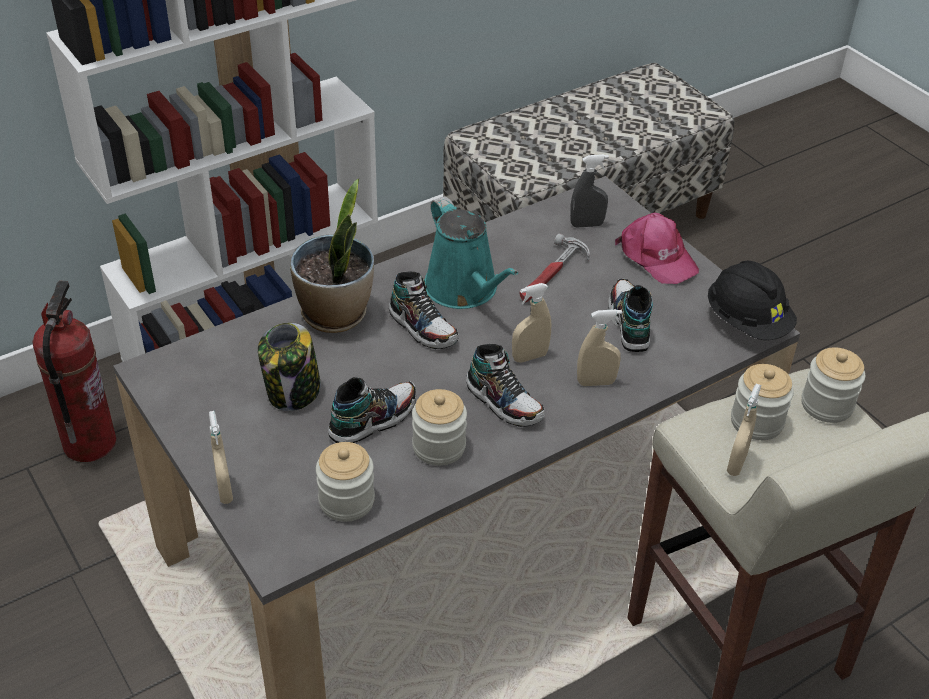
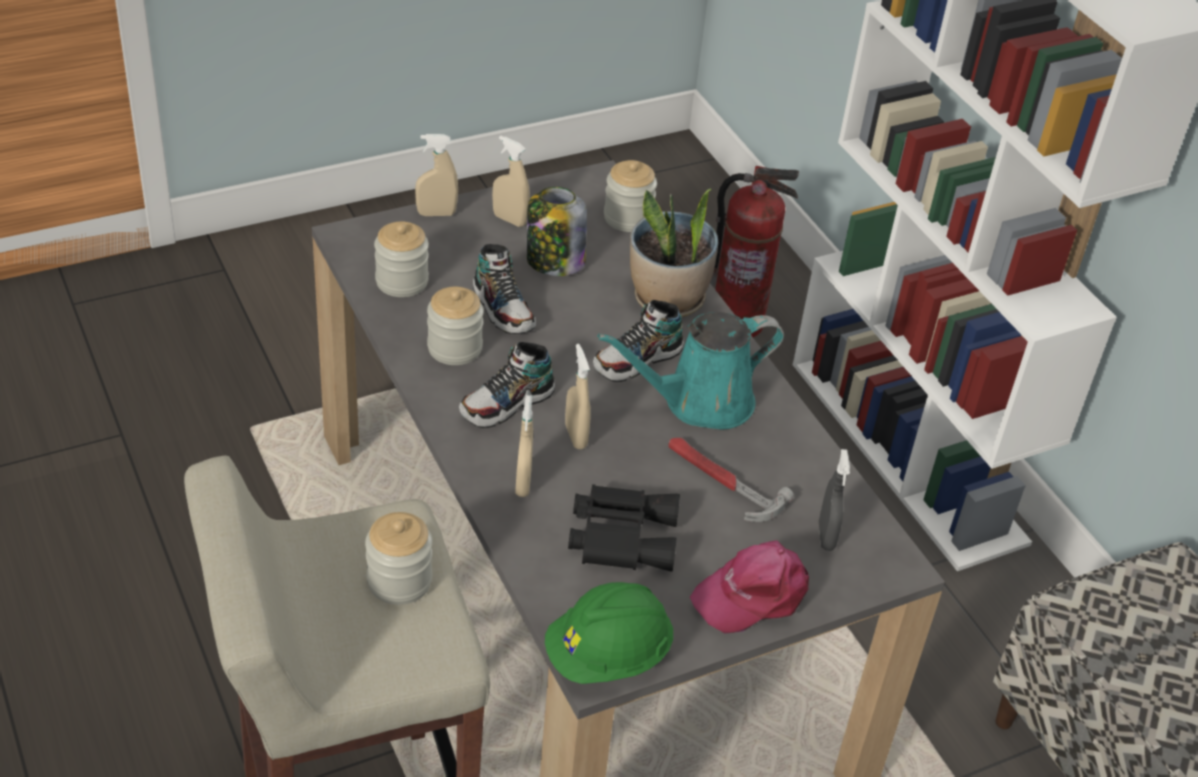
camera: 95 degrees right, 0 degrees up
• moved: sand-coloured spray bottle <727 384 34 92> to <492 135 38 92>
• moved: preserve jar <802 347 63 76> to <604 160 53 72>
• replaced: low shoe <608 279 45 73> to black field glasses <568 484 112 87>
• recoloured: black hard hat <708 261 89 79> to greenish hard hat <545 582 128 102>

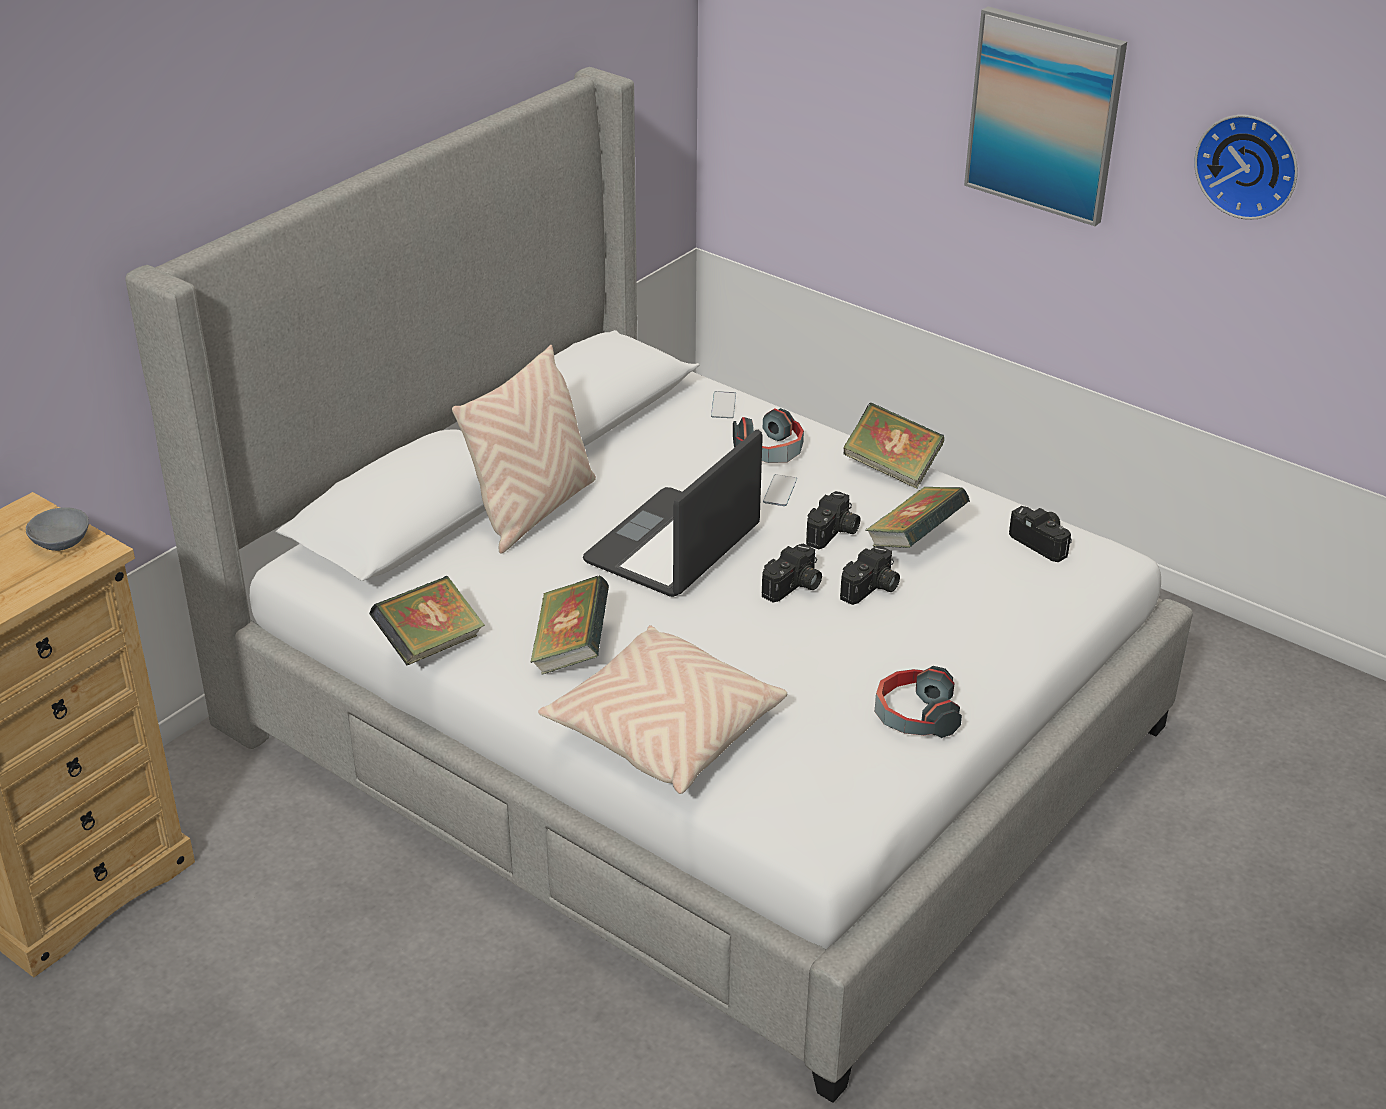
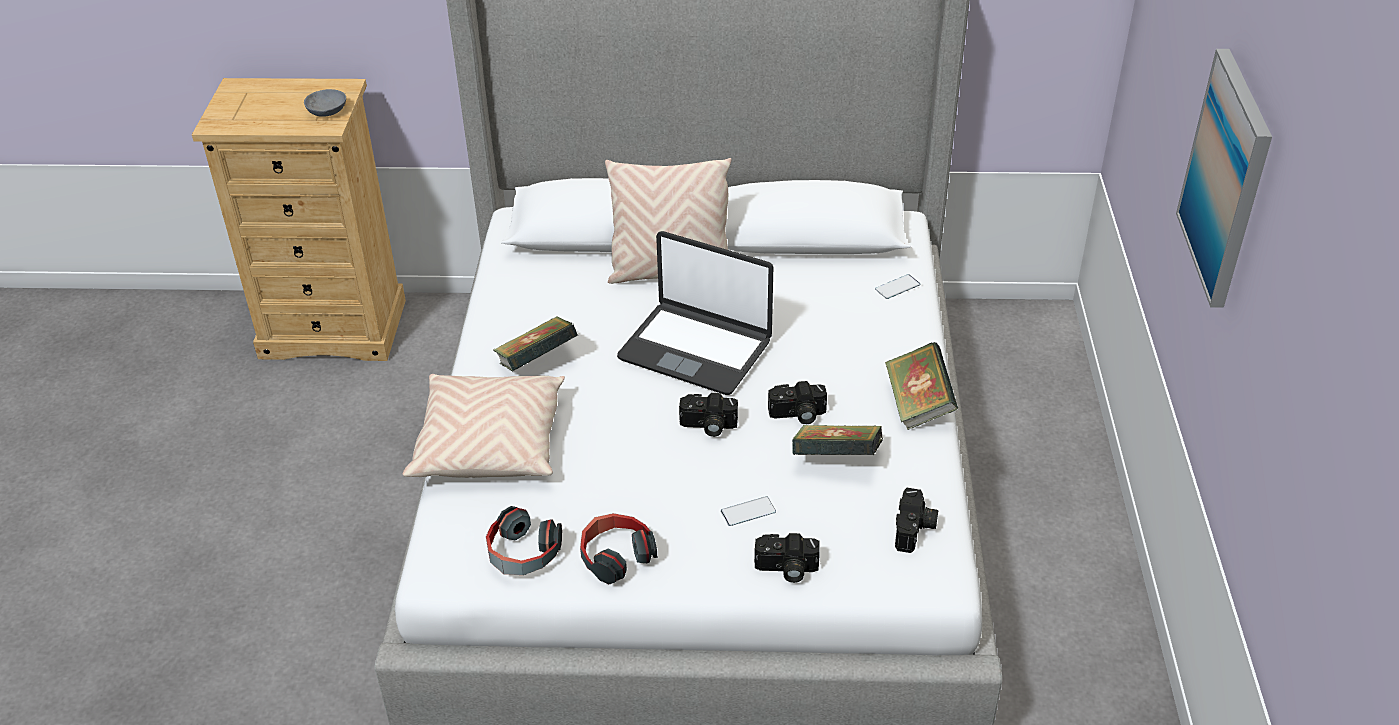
camera: 55 degrees right, 5 degrees up
• removed: volume <369 576 116 89>
• removed: wall clock <1194 115 104 105>
• moved: pair of headphones <733 408 71 55> to <486 506 76 69>
• moved: telephone <763 474 34 32> to <721 496 55 30>
• moved: still camera <840 545 60 60> to <754 533 66 50>
• turned: portable computer <583 430 180 167> = <617 231 156 164> 150 degrees counterclockwise

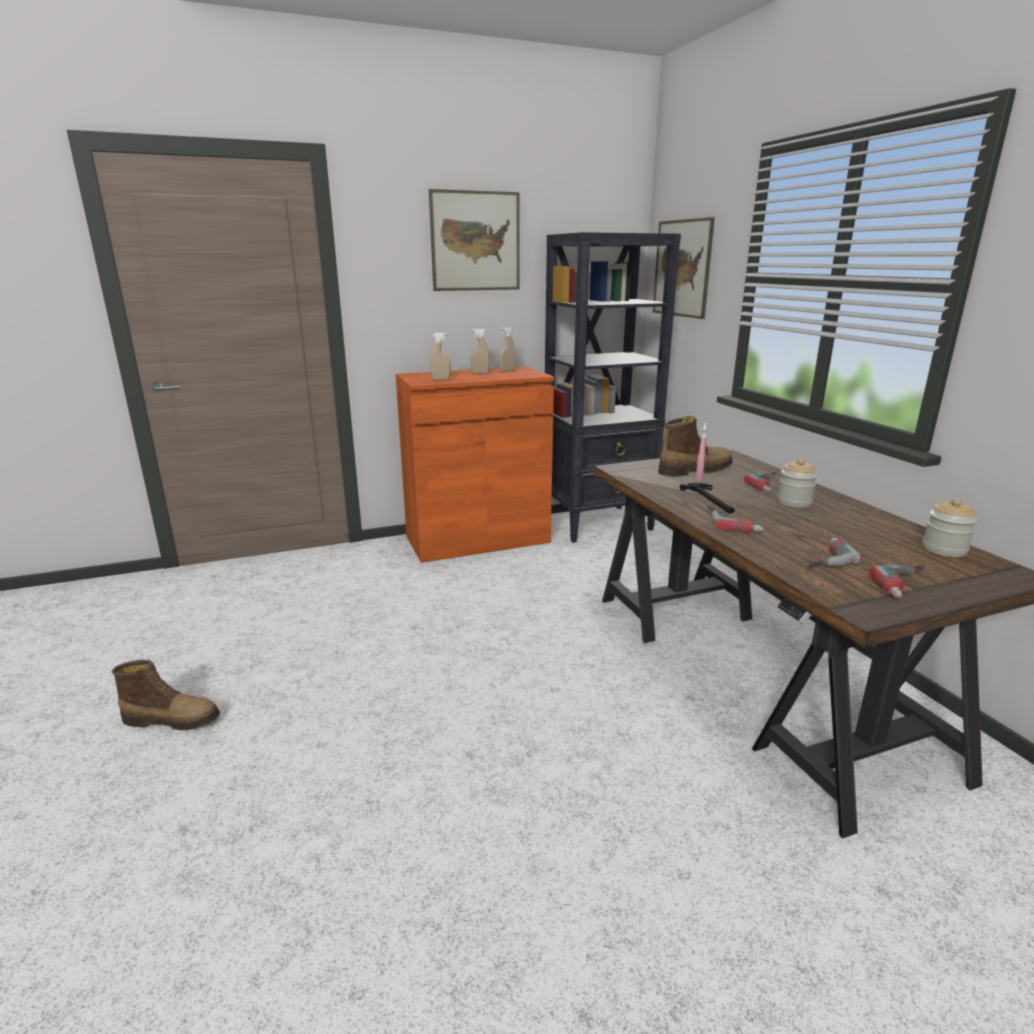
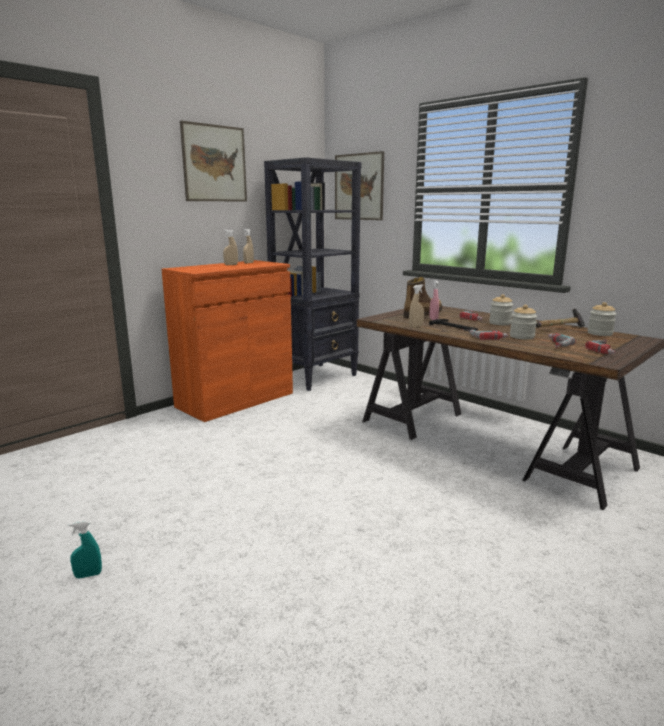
camera: 25 degrees left, 5 degrees down
• added: preserve jar <510 305 27 34>
• added: hand hammer <536 308 49 20>
• moved: sand-coloured spray bottle <430 332 21 48> to <409 284 15 44>
• replaced: tall boot <112 659 108 71> to blue-green spray bottle <69 521 33 58>

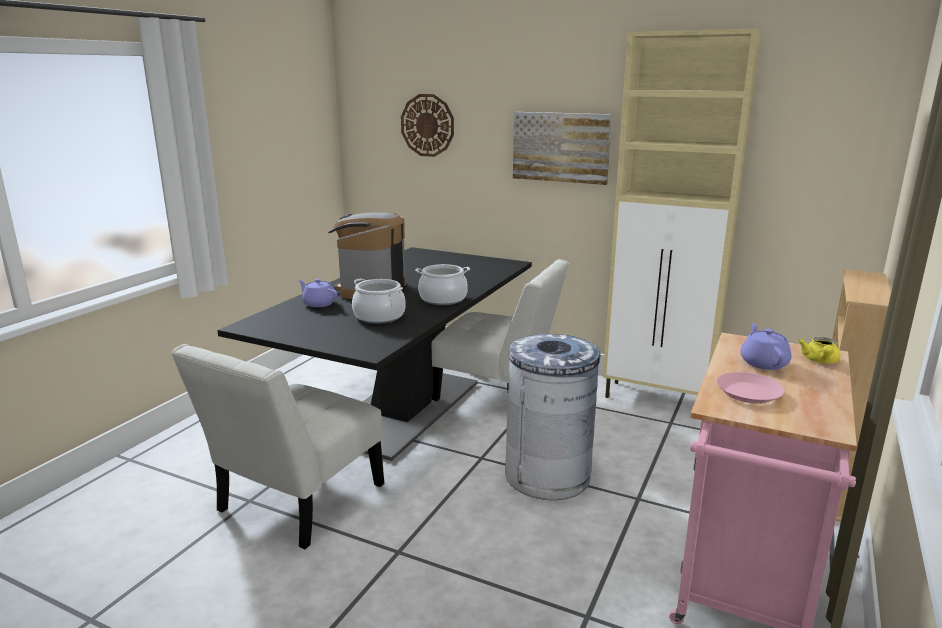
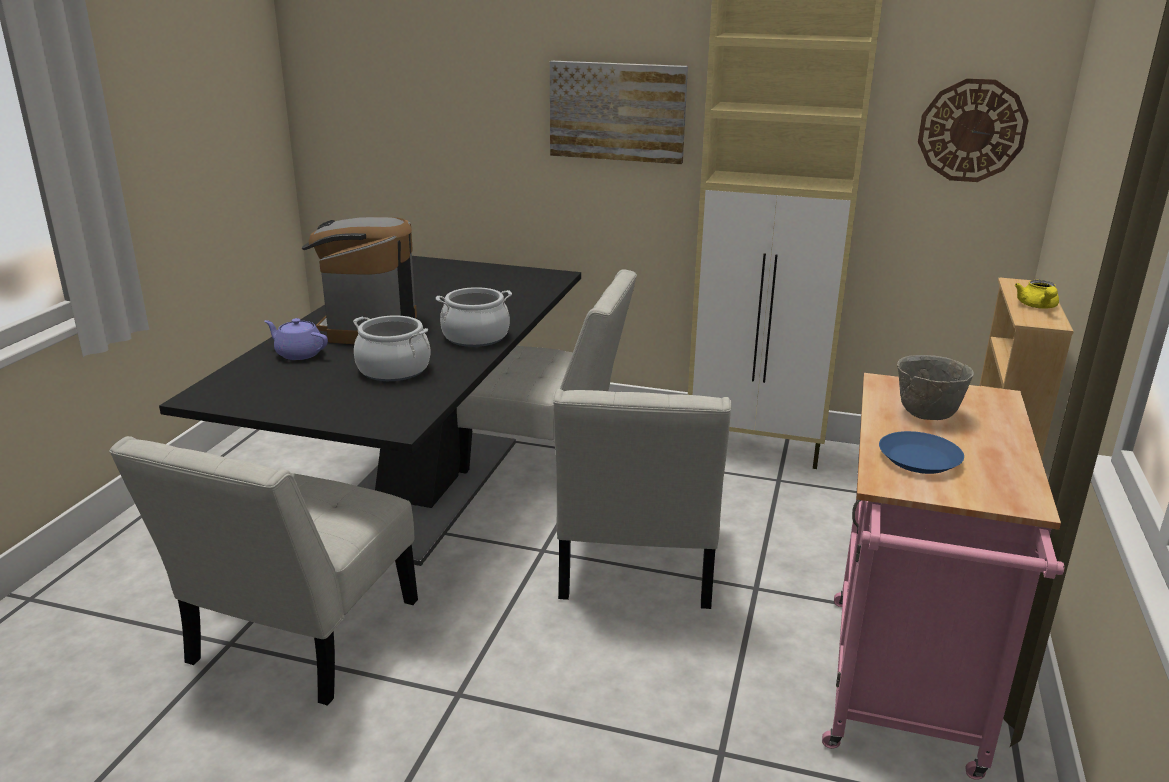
camera: 10 degrees left, 5 degrees up
• moved: wall clock <401 94 53 63> to <918 78 111 104>
• moved: yellowish teapot <798 337 42 27> to <1015 280 44 29>
• replaced: greyish waste bin <505 334 95 166> to whitish chair <553 389 179 220>
• replaced: purple-coloured teapot <740 323 51 47> to greyish bowl <897 355 77 65>
• recoloured: pinkish dinner plate <716 372 69 32> to blue-coloured dinner plate <879 431 85 43>

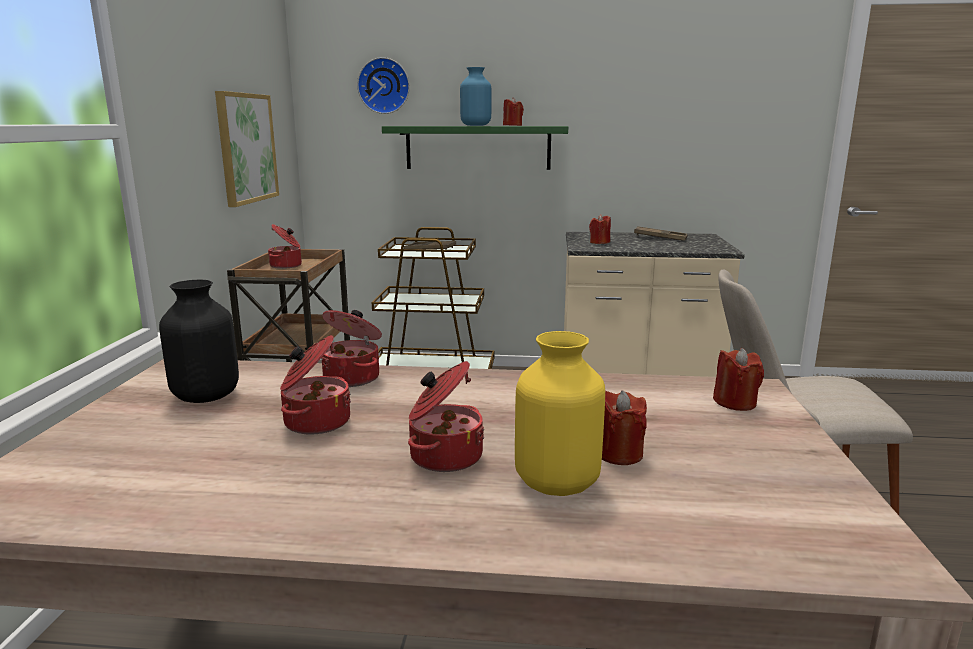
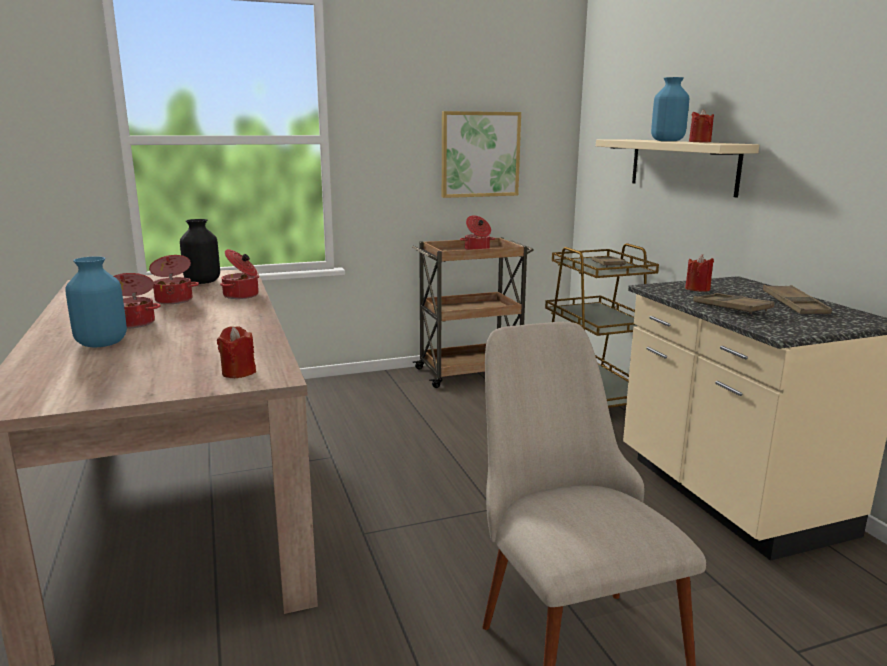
camera: 65 degrees right, 0 degrees up
• removed: wall clock <357 57 53 57>
• removed: reddish wax light <602 390 45 75>
• added: brown-coloured tray <693 293 81 21>
• recoloured: greenish bracket shelf <382 126 186 44> to sand-coloured bracket shelf <596 139 163 59>
• recoloured: yellowish vase <515 331 90 165> to blue-coloured vase <65 256 62 91>

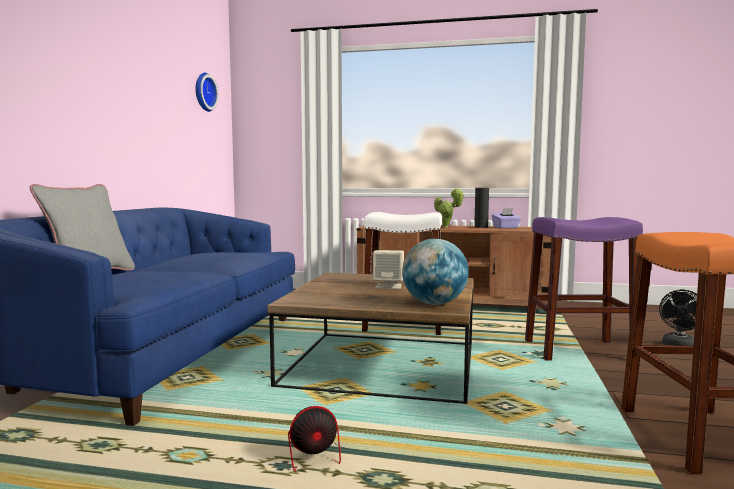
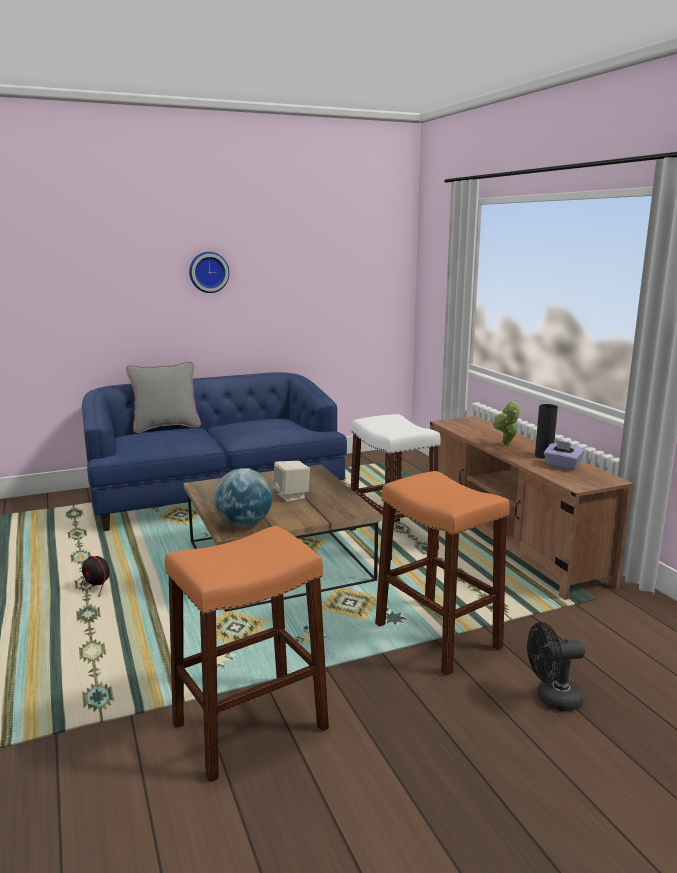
camera: 55 degrees right, 10 degrees up
• moved: wall clock <195 73 24 39> to <189 252 41 41>
• recoloured: purple-coloured stool seat <525 217 118 143> to orangey stool seat <375 471 135 205>

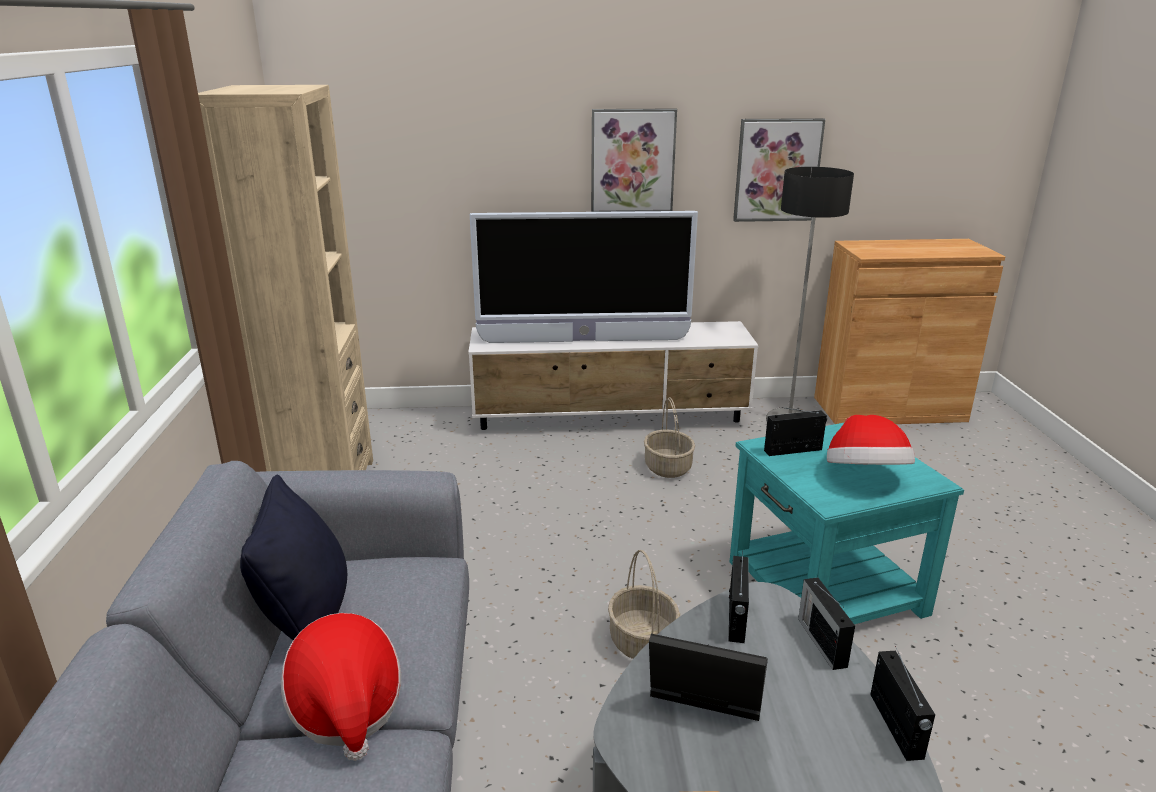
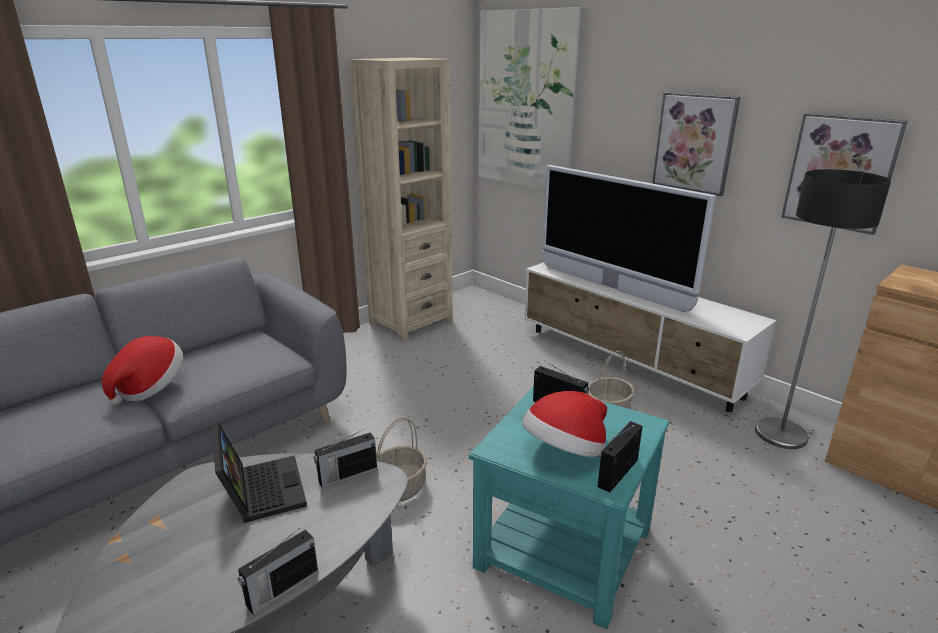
camera: 50 degrees right, 0 degrees up
• removed: black pillow <240 475 107 165>
• added: wall art <479 7 105 184>
• moved: radio set <798 577 57 93> to <598 421 44 72>

